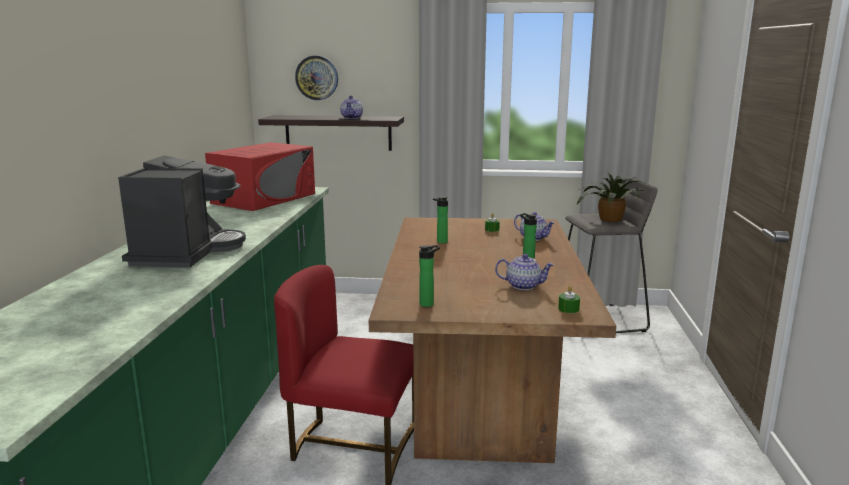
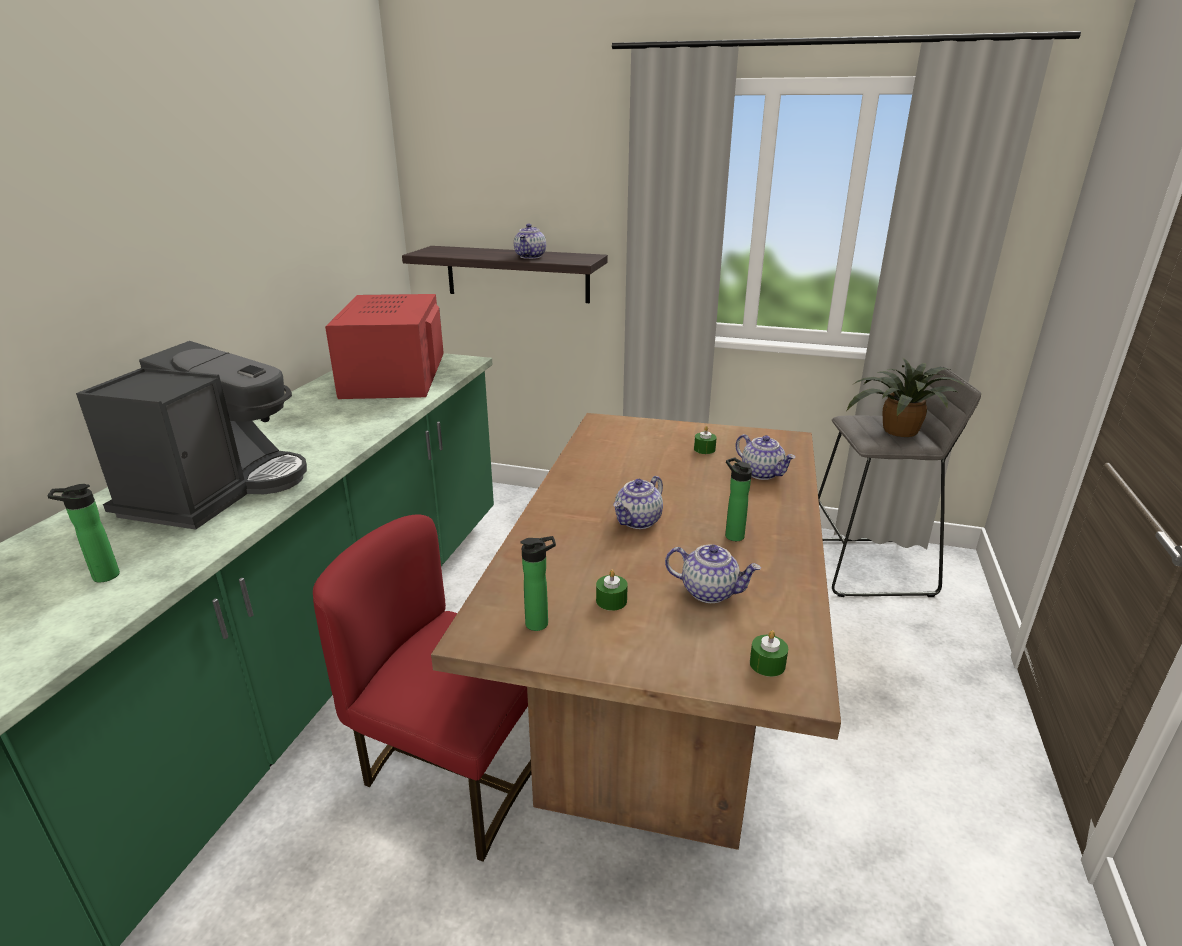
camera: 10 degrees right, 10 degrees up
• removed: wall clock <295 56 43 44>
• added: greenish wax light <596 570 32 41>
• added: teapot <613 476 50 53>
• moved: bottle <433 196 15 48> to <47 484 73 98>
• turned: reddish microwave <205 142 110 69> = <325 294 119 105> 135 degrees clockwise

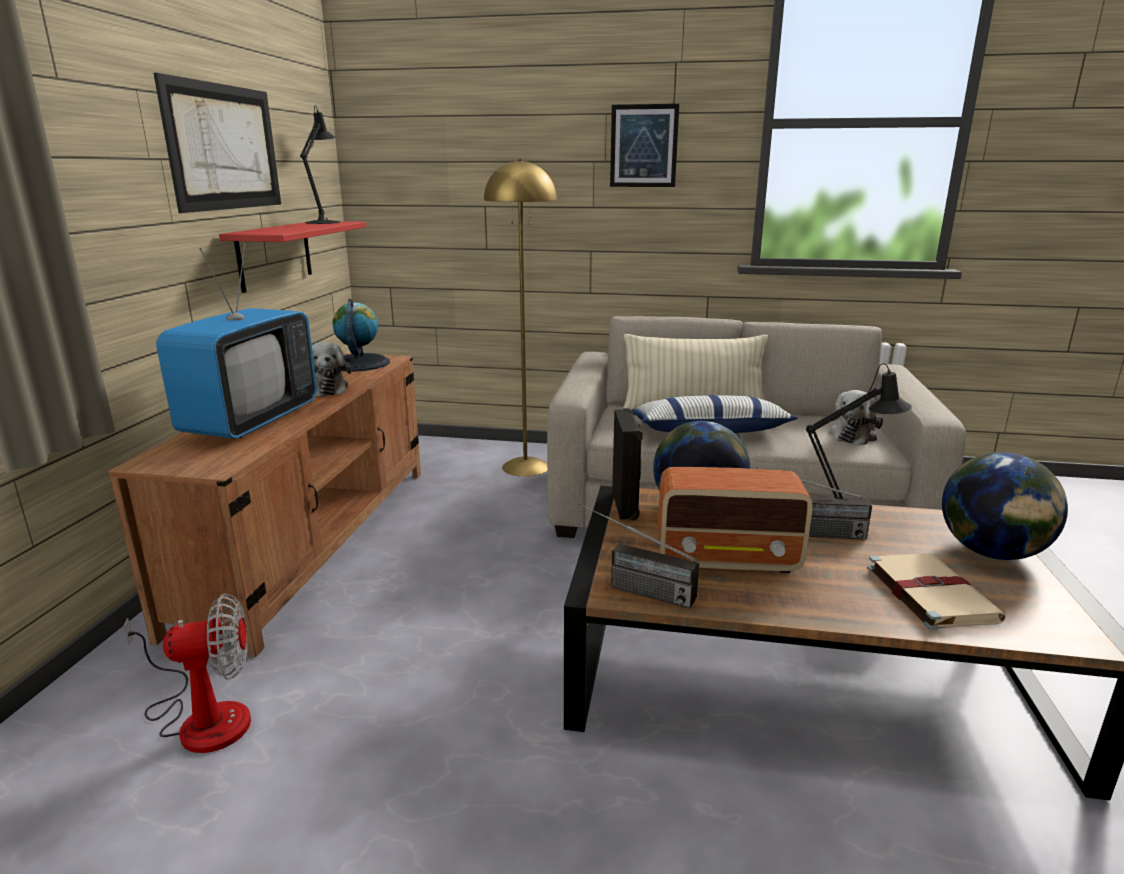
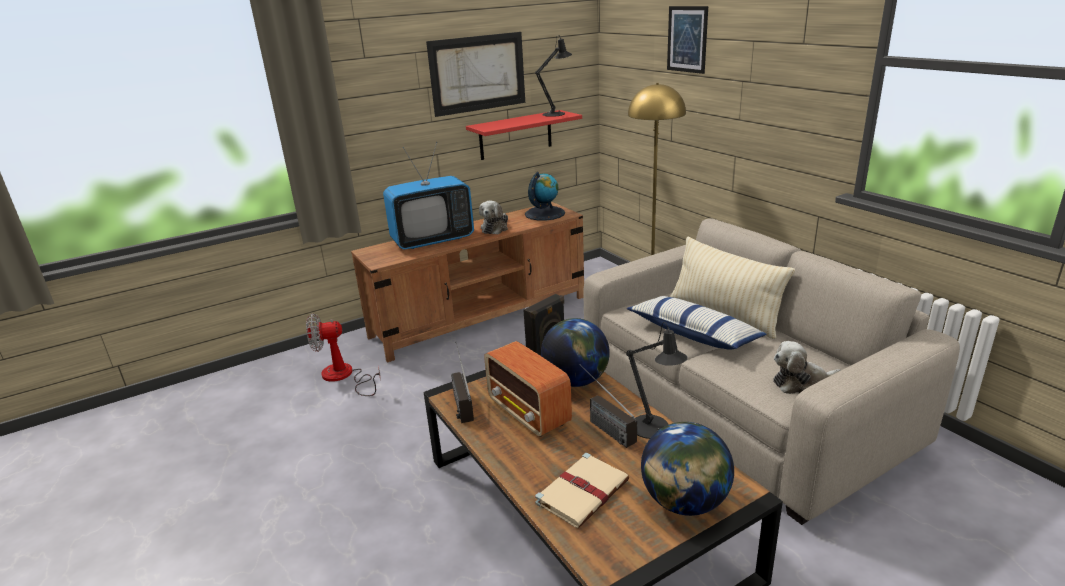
camera: 50 degrees right, 5 degrees up
• moved: wall art <610 104 69 83> to <667 6 41 68>
• turned: fan <123 594 128 159> = <306 313 75 83> 135 degrees clockwise

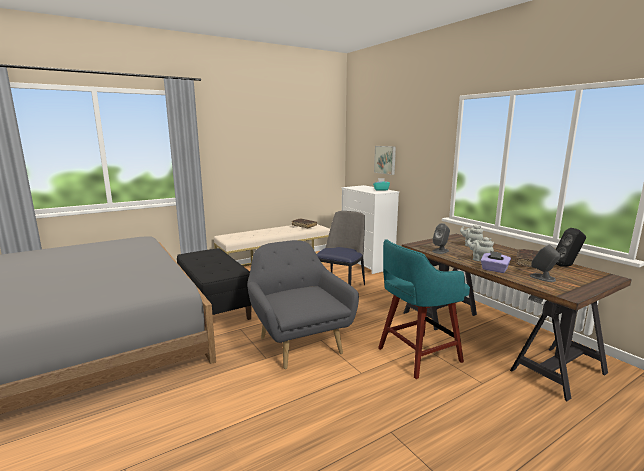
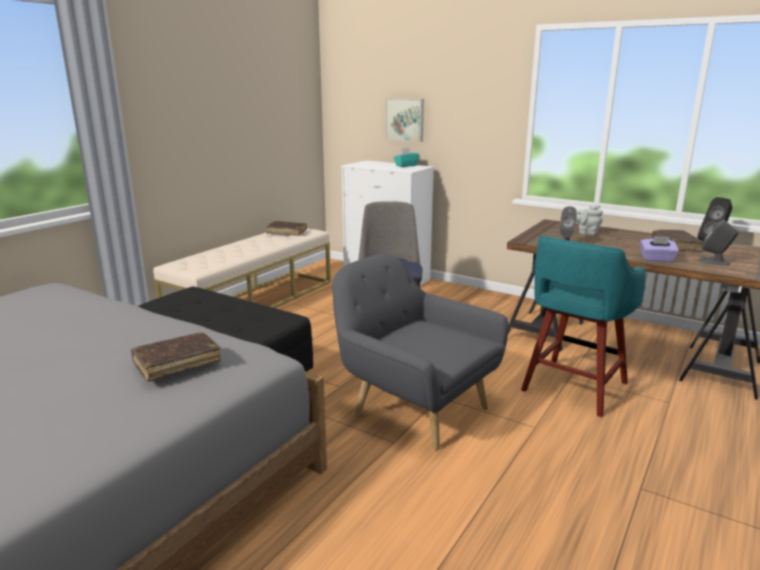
camera: 25 degrees left, 5 degrees up
• removed: greyish teapot <467 237 27 24>
• added: brown-coloured volume <130 332 91 50>

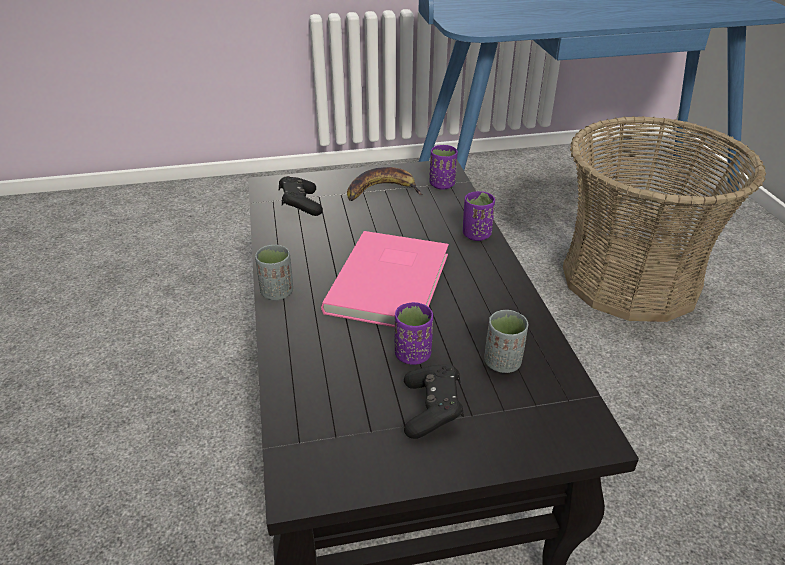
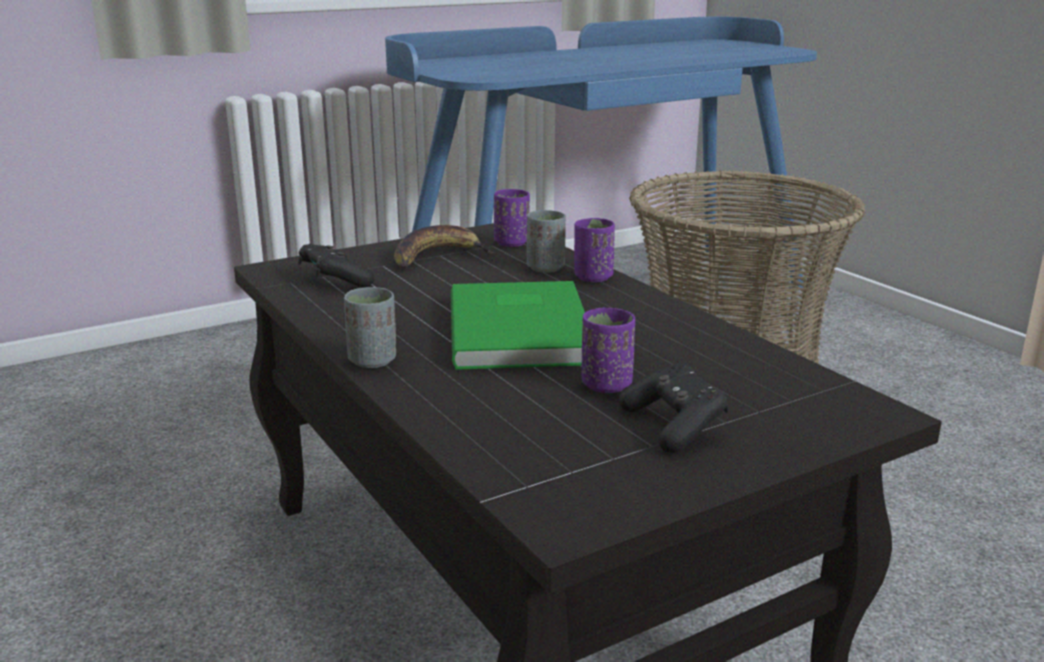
camera: 20 degrees left, 15 degrees down
• moved: greyish drinking cup <484 310 44 63> to <527 210 39 63>
• recoloured: pinkish volume <321 231 128 96> to greenish volume <451 281 134 89>

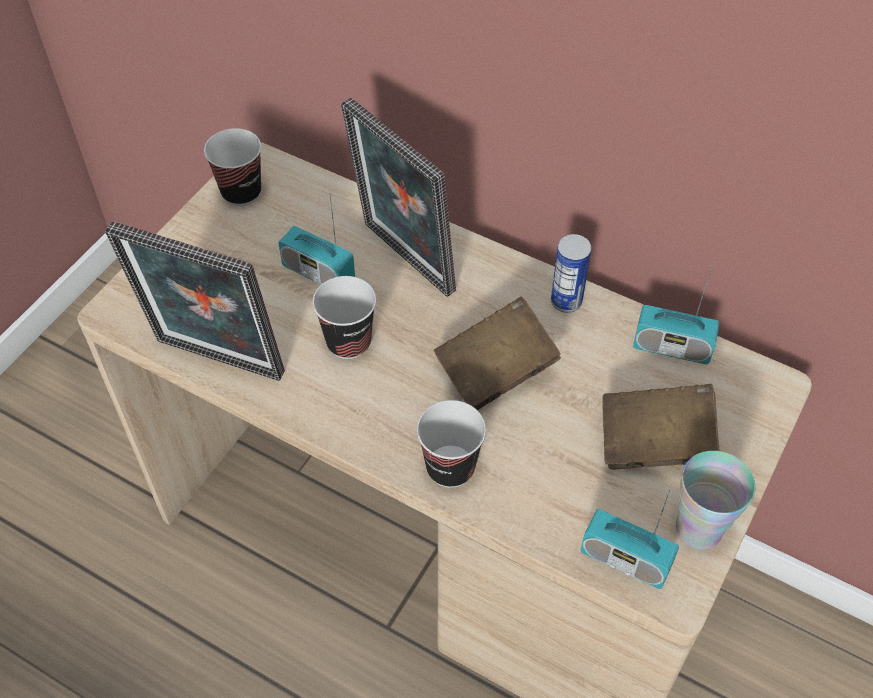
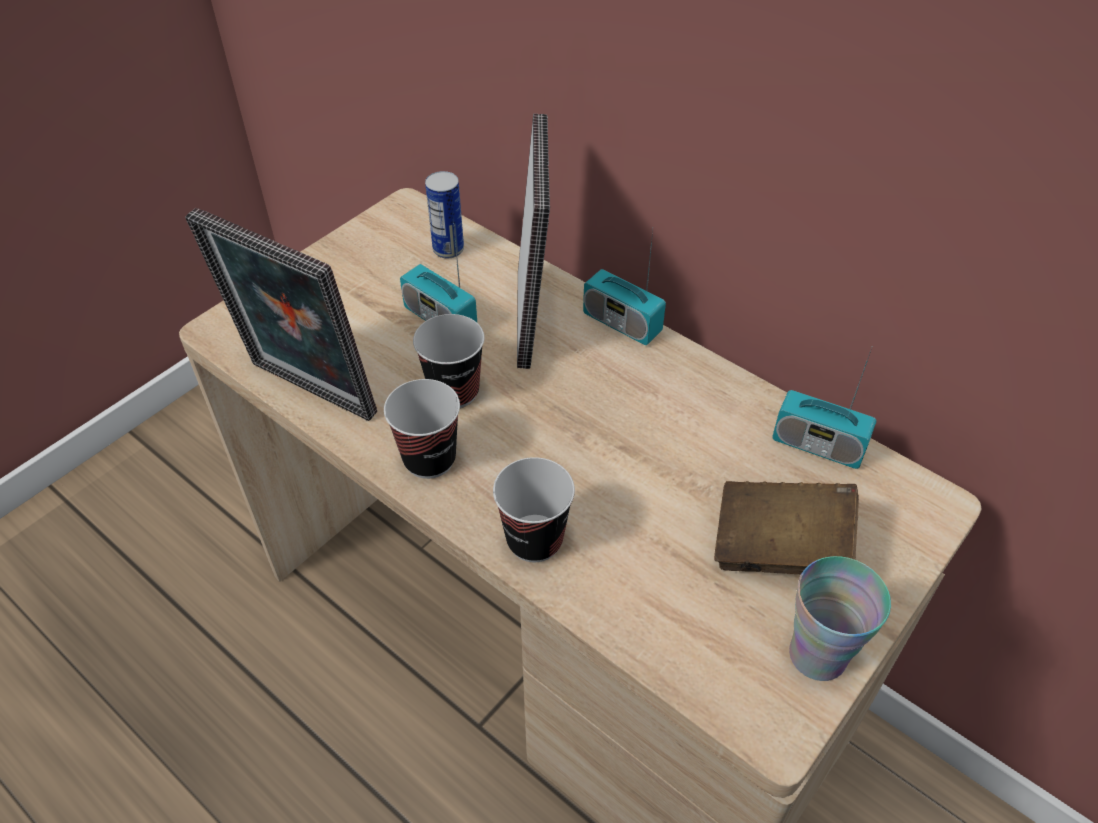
camera: 10 degrees right, 5 degrees down
• removed: brown-coloured volume <434 297 127 113>
• moved: drinking cup <204 128 57 78> to <384 379 76 100>
• moved: sealed can <551 234 40 79> to <425 171 39 88>
• moved: radio set <581 490 98 99> to <583 231 83 114>
• turned: standing frame <341 97 115 200> = <517 114 33 255> 150 degrees counterclockwise

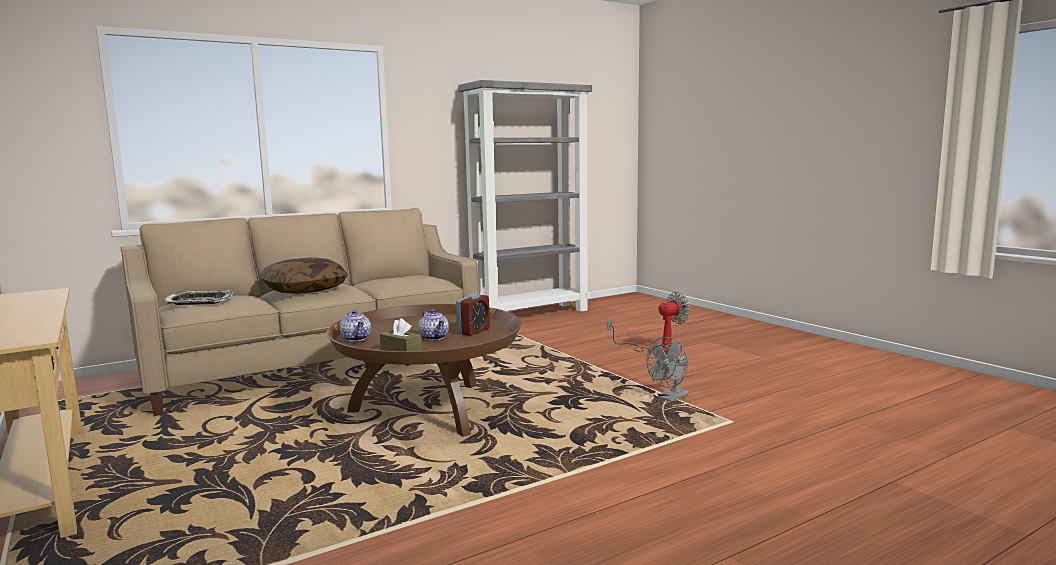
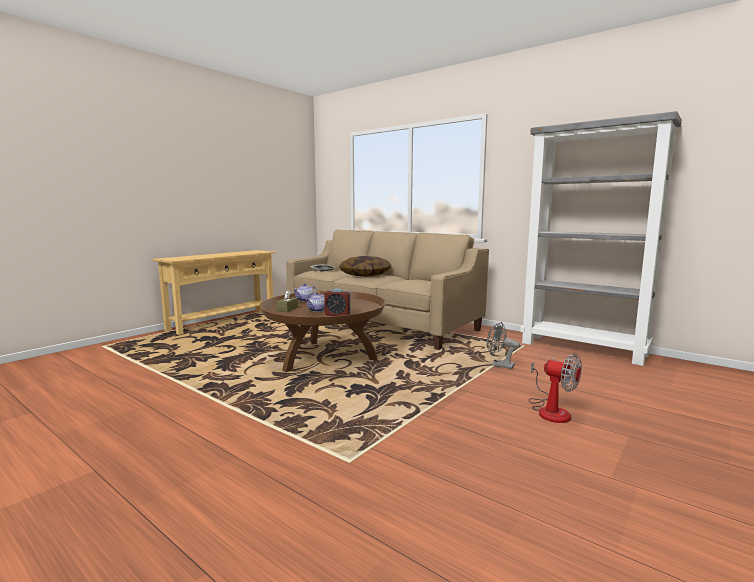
camera: 70 degrees right, 0 degrees up
• moved: greyish fan <646 337 43 64> to <487 322 33 47>

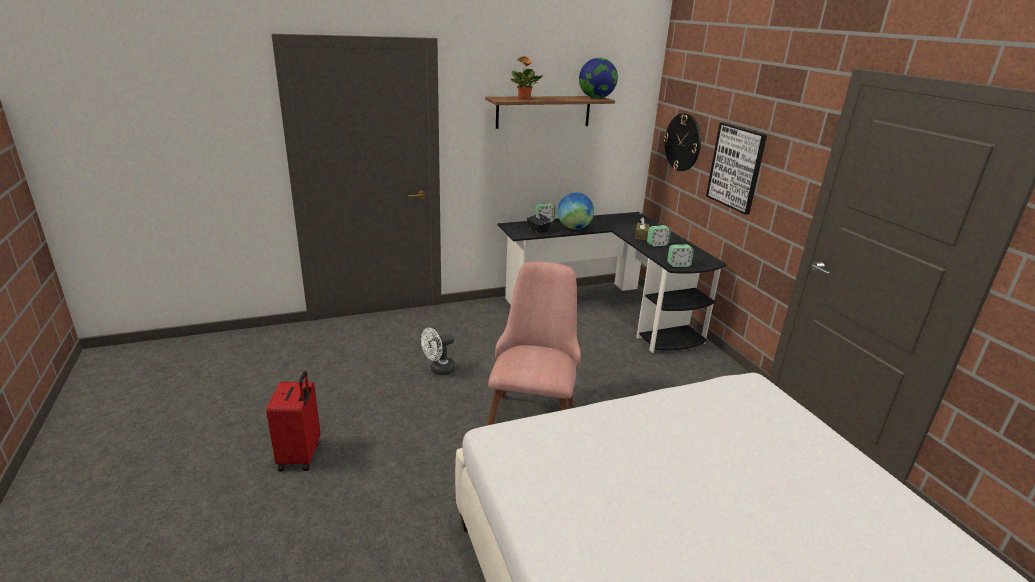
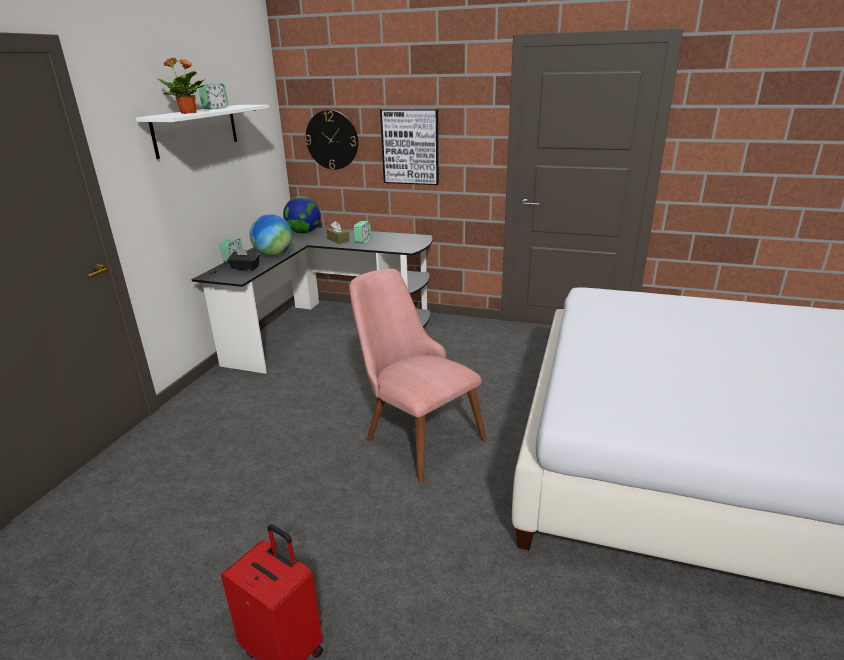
camera: 50 degrees left, 0 degrees up
• removed: whitish fan <421 328 35 47>
• moved: desk globe <579 58 39 41> to <283 196 38 38>
• moved: alarm clock <667 244 27 23> to <198 84 30 25>
• recoloured: brown-coloured bracket shelf <485 96 130 33> to whitish bracket shelf <136 105 133 54>

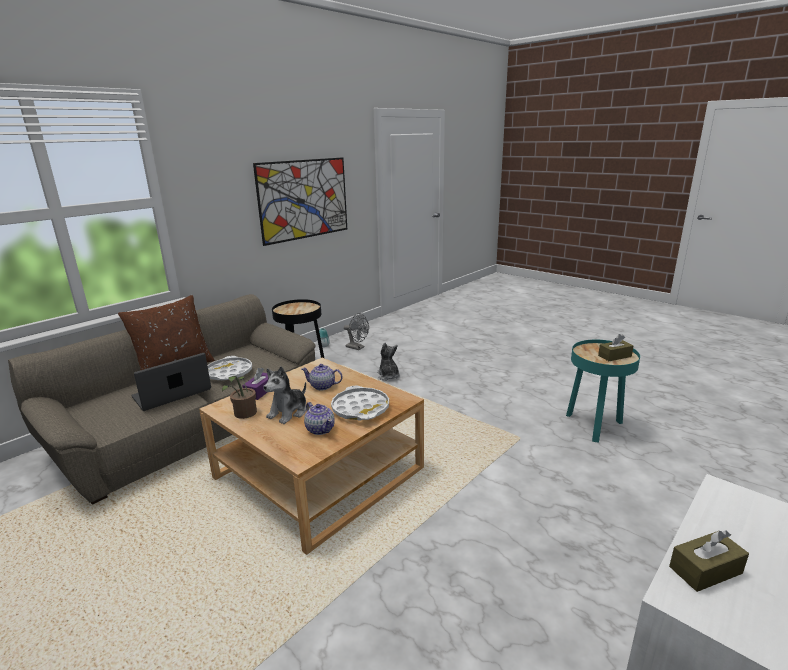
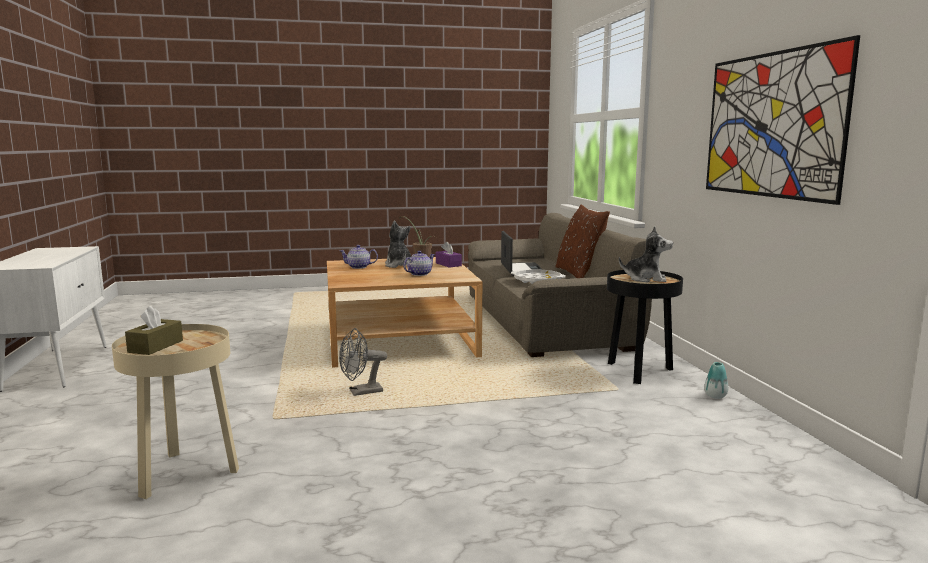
camera: 125 degrees right, 10 degrees down
• removed: whitish tray <331 385 58 36>
• removed: brown-coloured tissue box <669 530 80 62>
• moved: greyish fan <344 313 25 37> to <339 328 48 68>
• moved: soft toy <377 343 23 38> to <619 226 54 57>
• recoloured: blue-green side table <566 340 74 103> to sand-coloured side table <112 324 127 175>

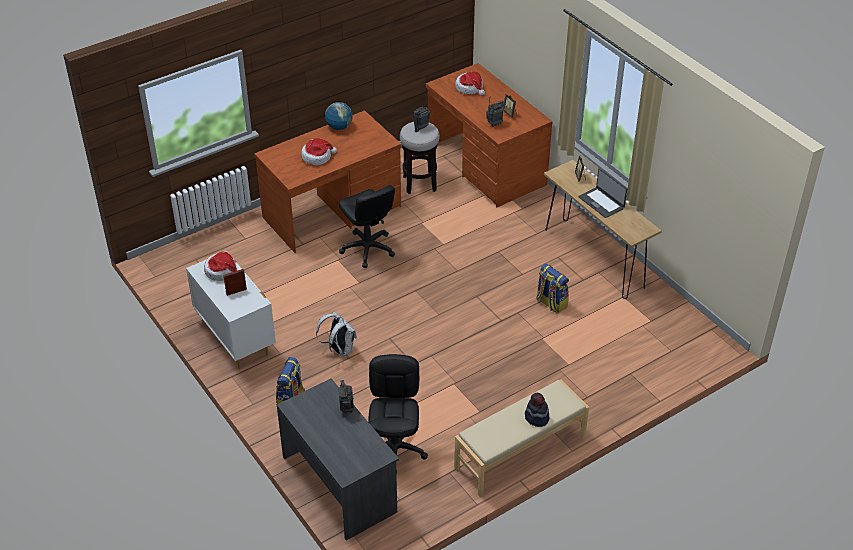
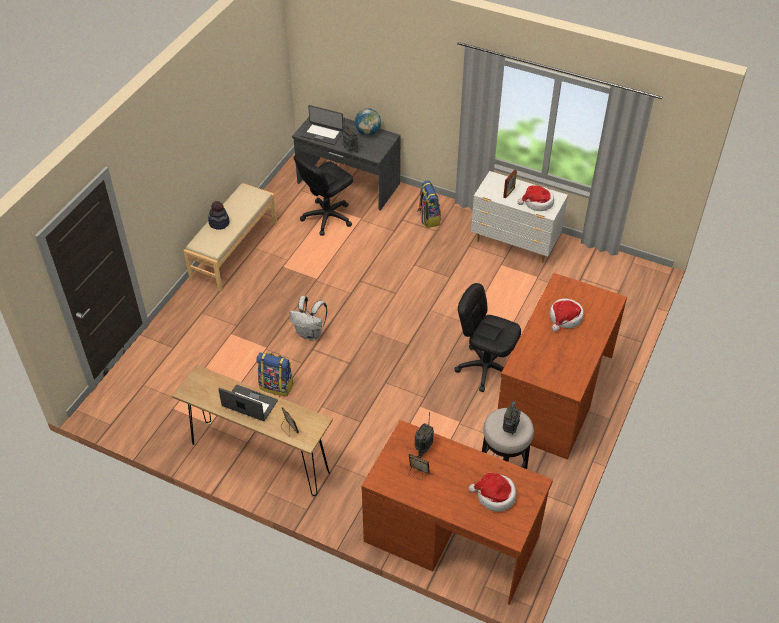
camera: 150 degrees right, 5 degrees up
• added: portable computer <301 105 43 40>
• moved: whitish backpack <316 311 41 46> to <290 296 37 44>
• moved: desk globe <325 102 28 28> to <355 108 26 27>
• turned: black computer chair <368 354 60 121> = <293 154 60 82> 75 degrees clockwise

